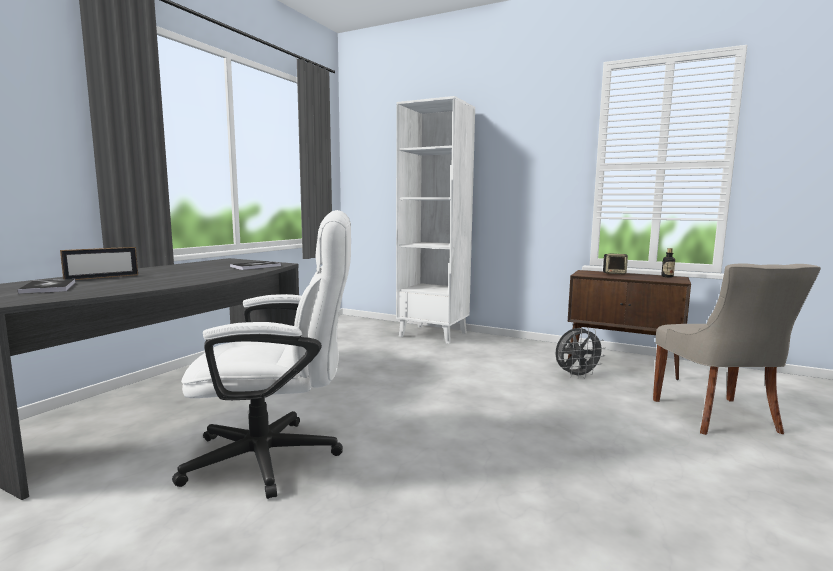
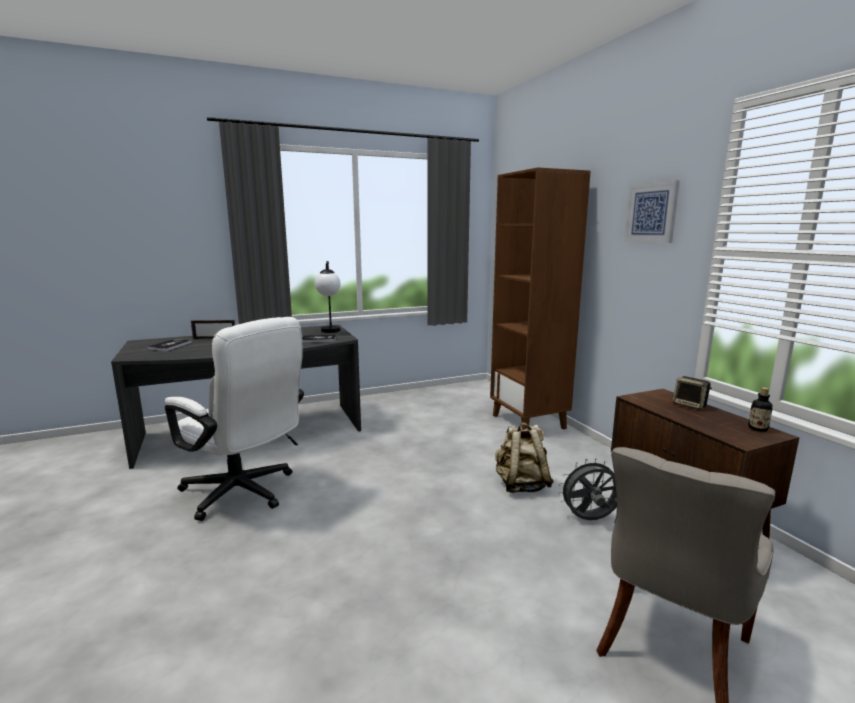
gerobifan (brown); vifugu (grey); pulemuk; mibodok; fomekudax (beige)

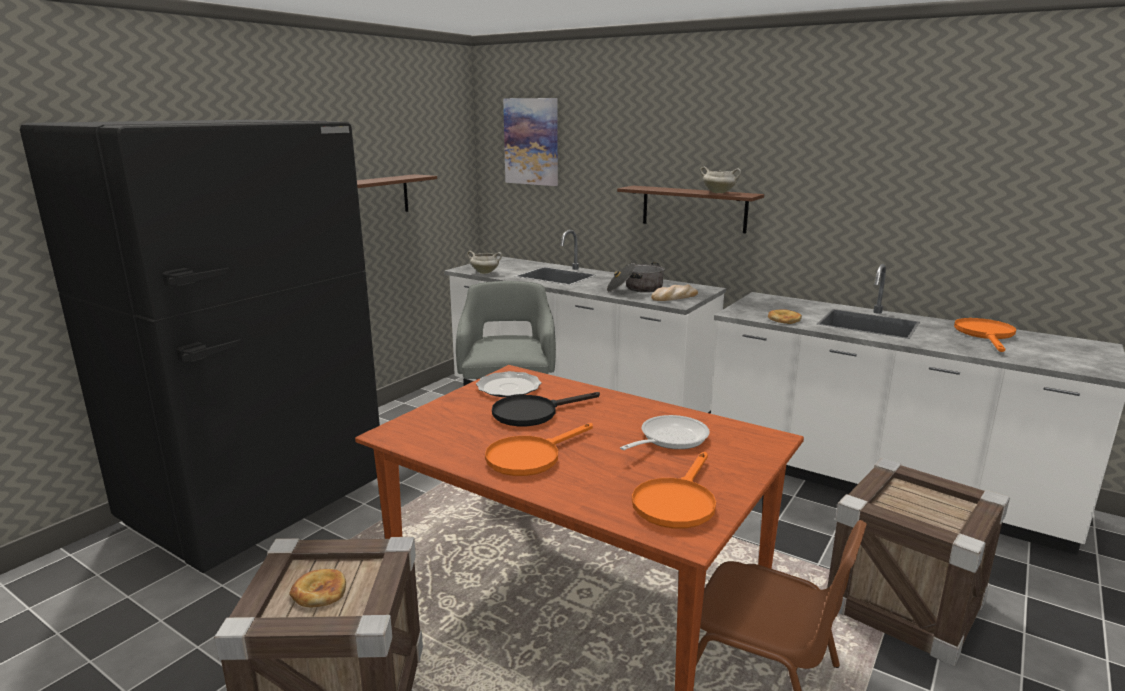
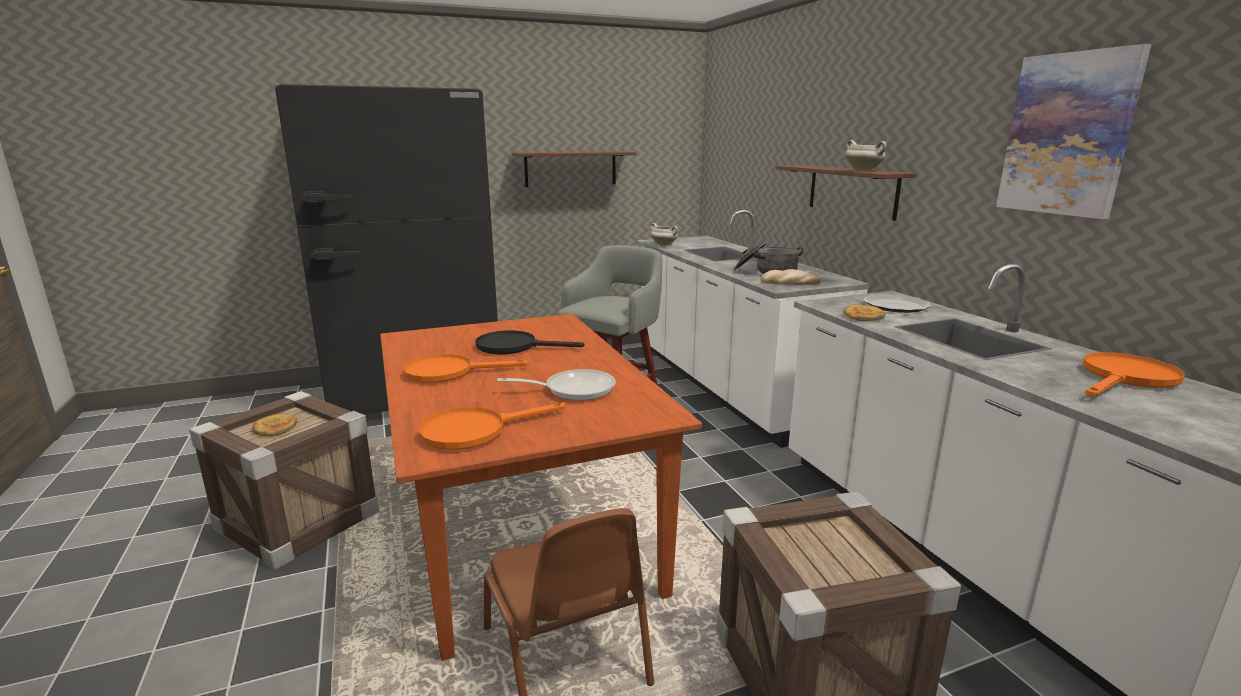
pulemuk; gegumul

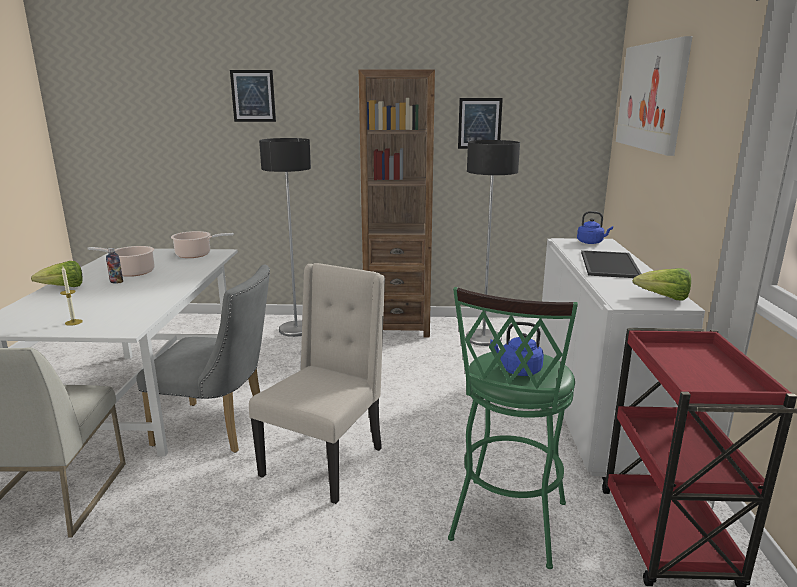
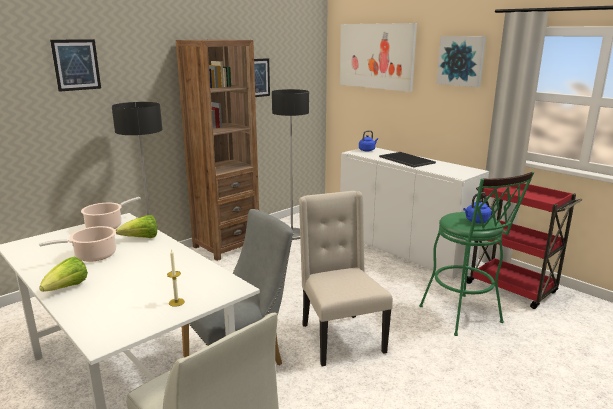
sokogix; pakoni (2nd from left); pulemuk (4th from left)

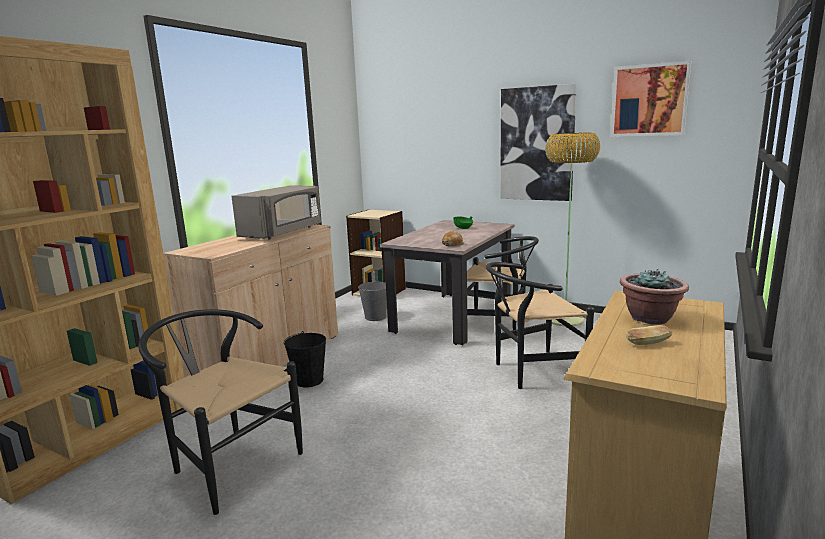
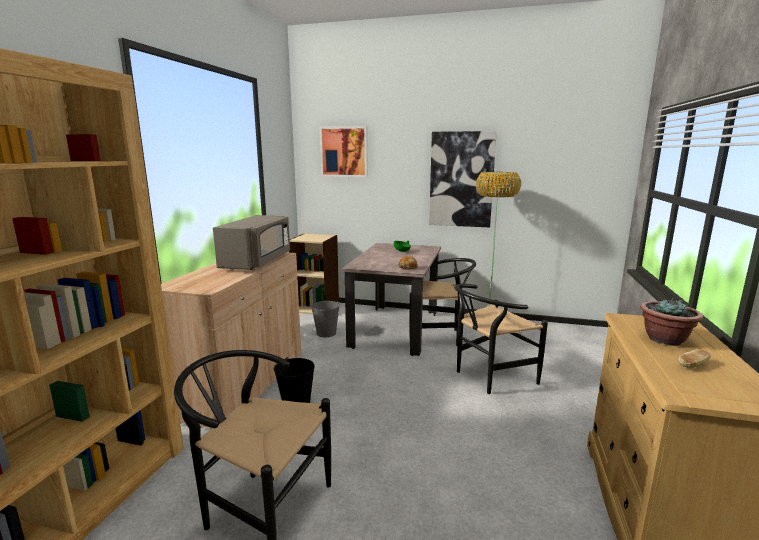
pulemuk (1st from left)

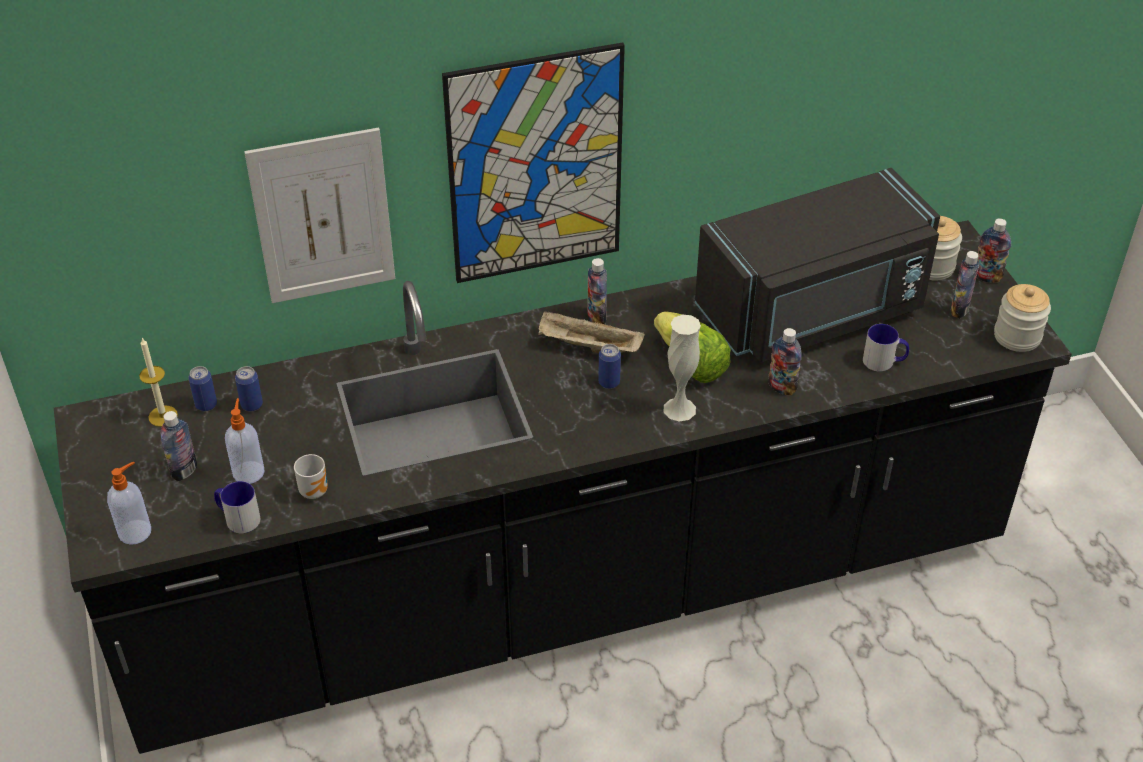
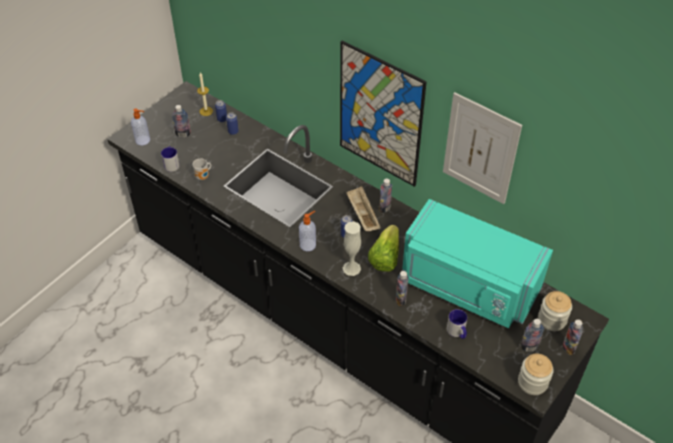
pulemuk (2nd from left); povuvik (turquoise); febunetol (2nd from left)

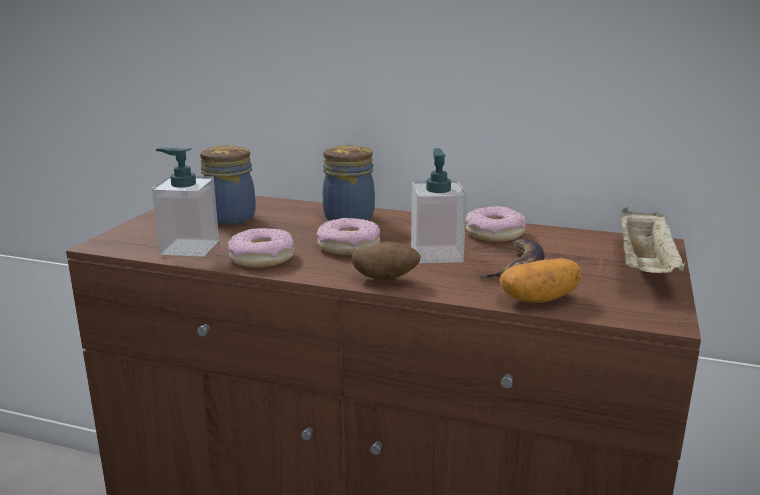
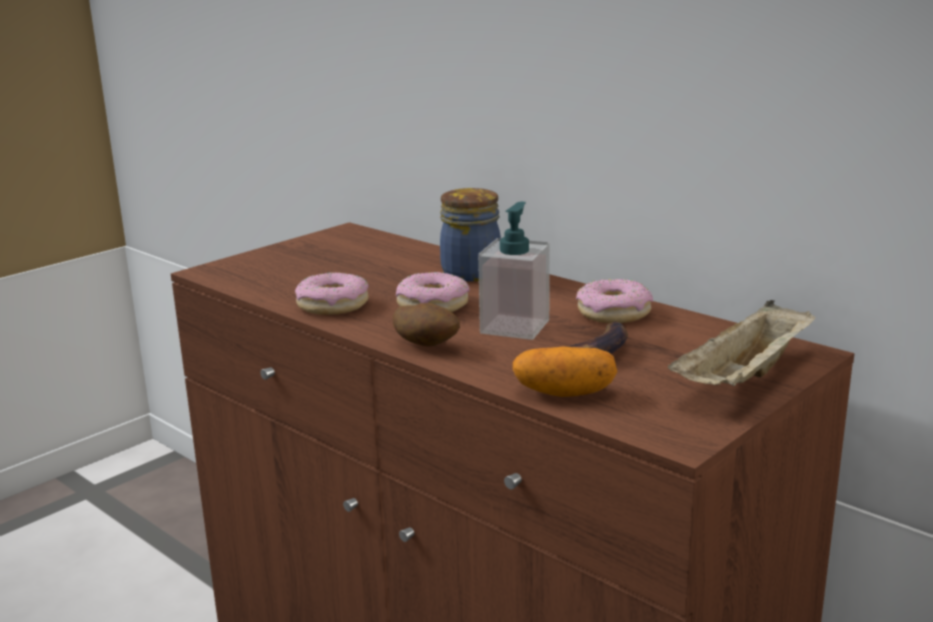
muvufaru (1st from left in the first image); febunetol (1st from left in the first image)

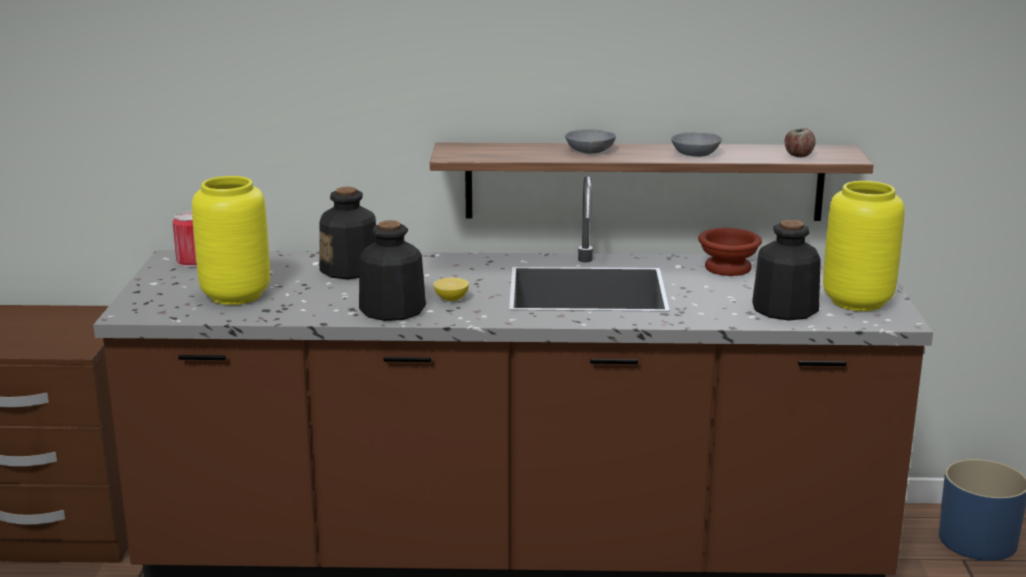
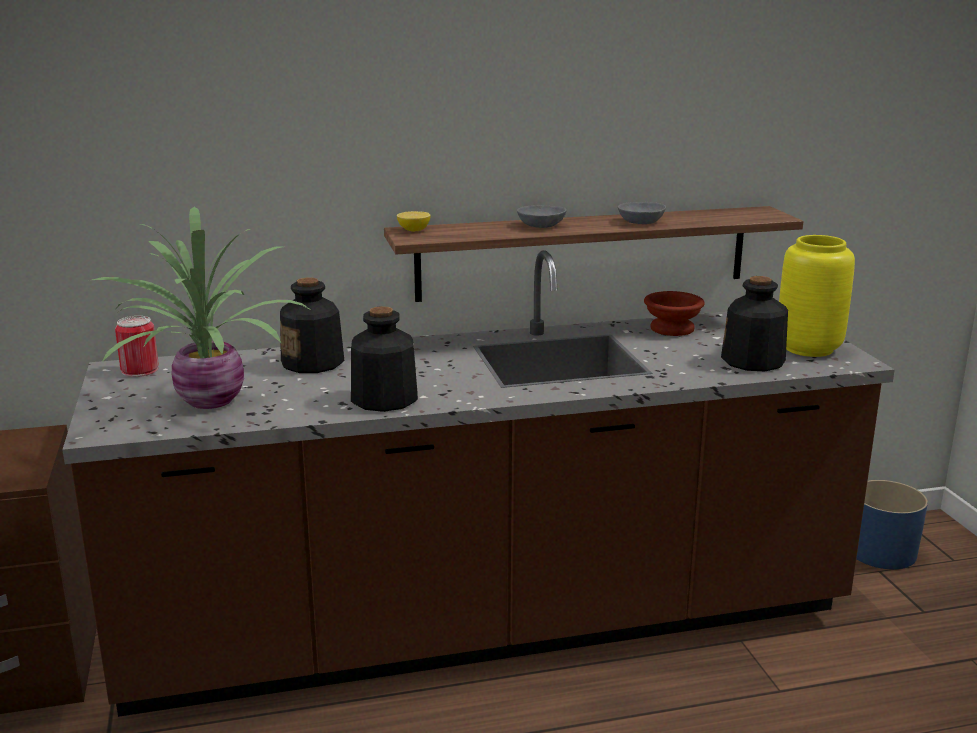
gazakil; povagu; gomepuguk

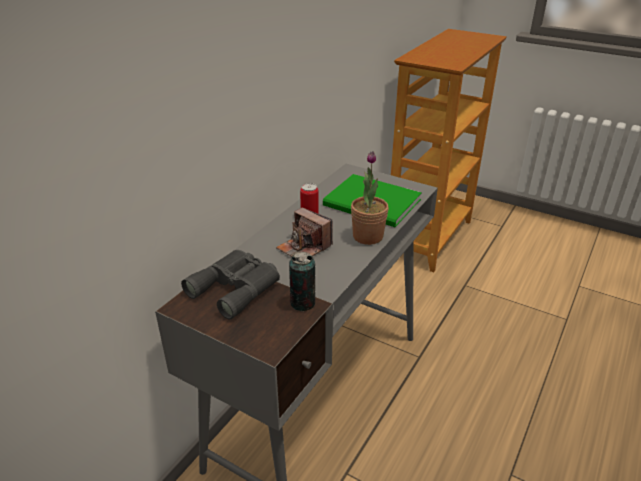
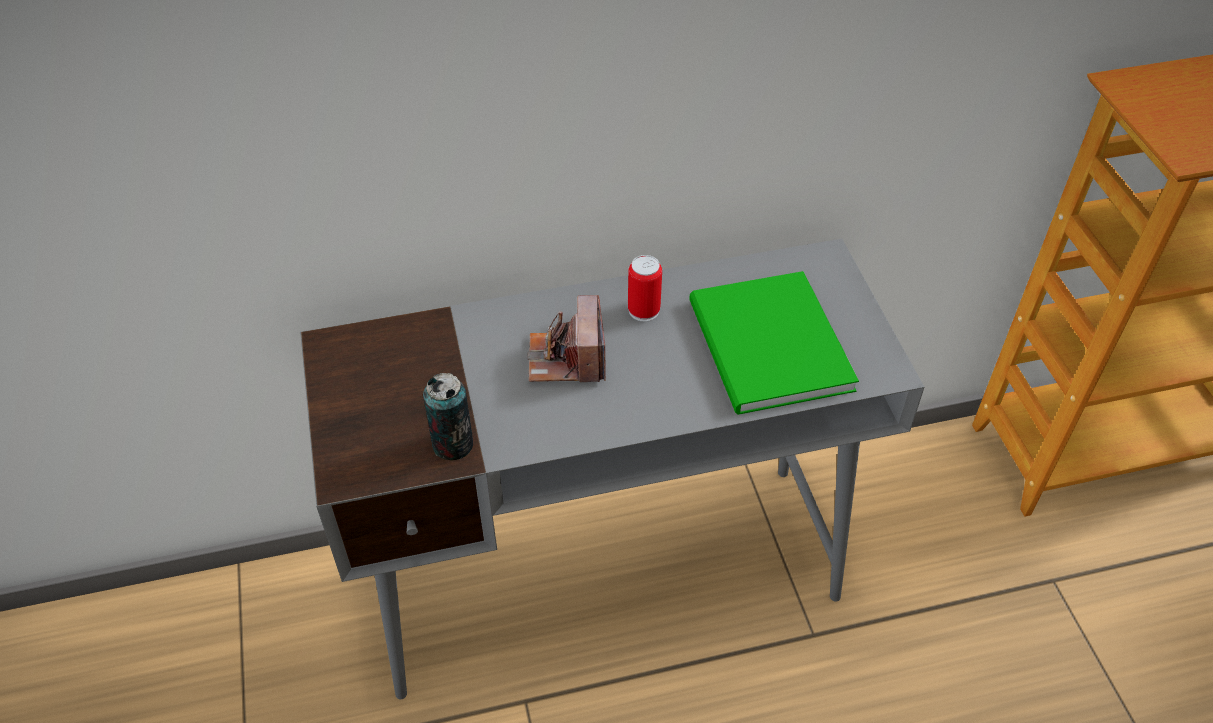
povagu; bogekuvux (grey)

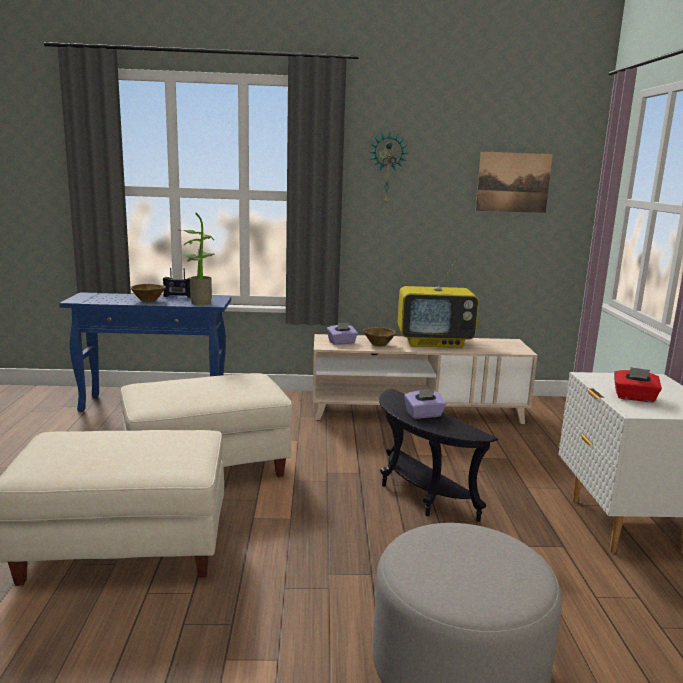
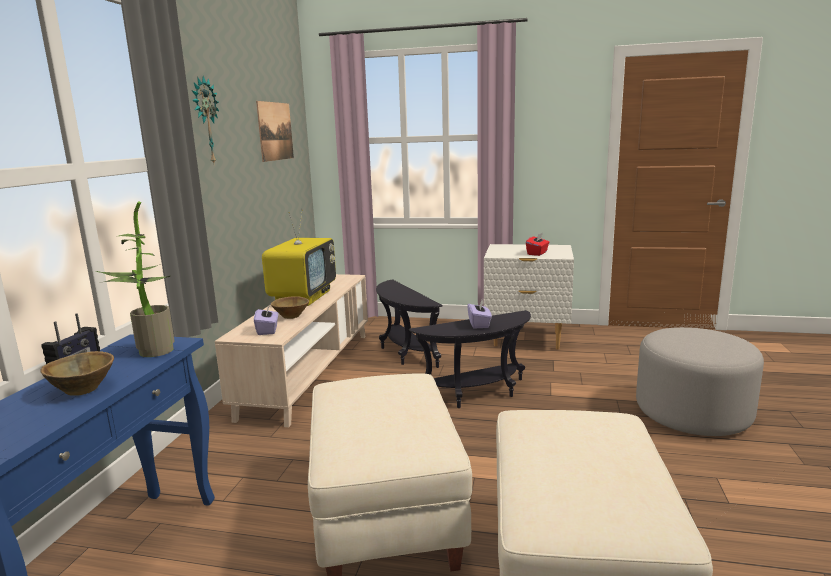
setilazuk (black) (1st from left)

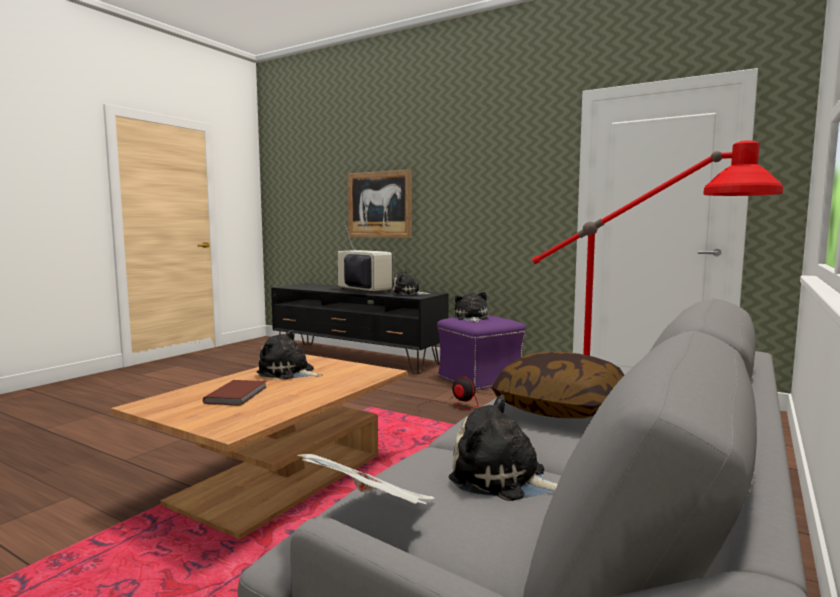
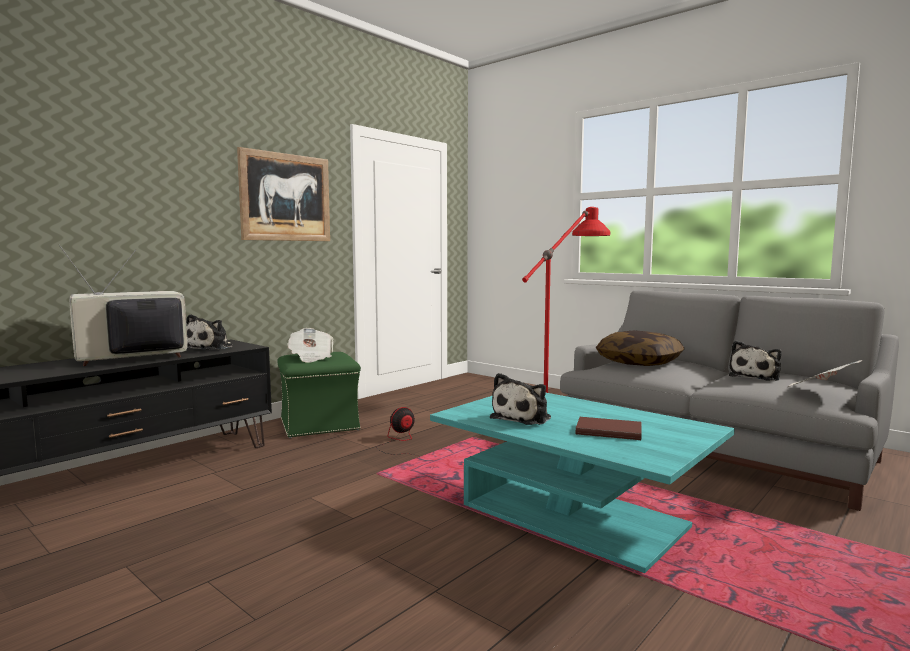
pulemuk; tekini (1st from left); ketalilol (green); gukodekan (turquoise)

